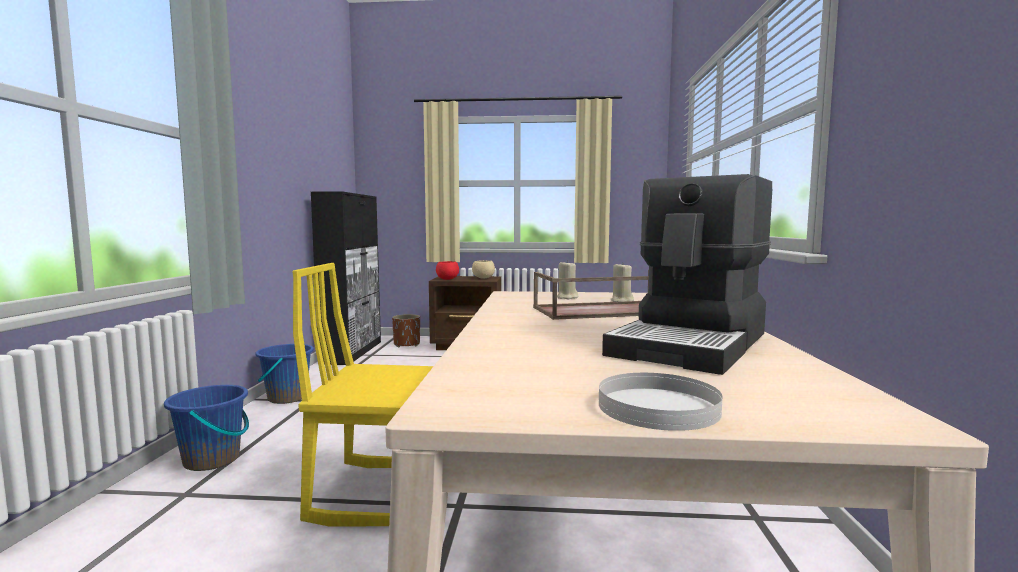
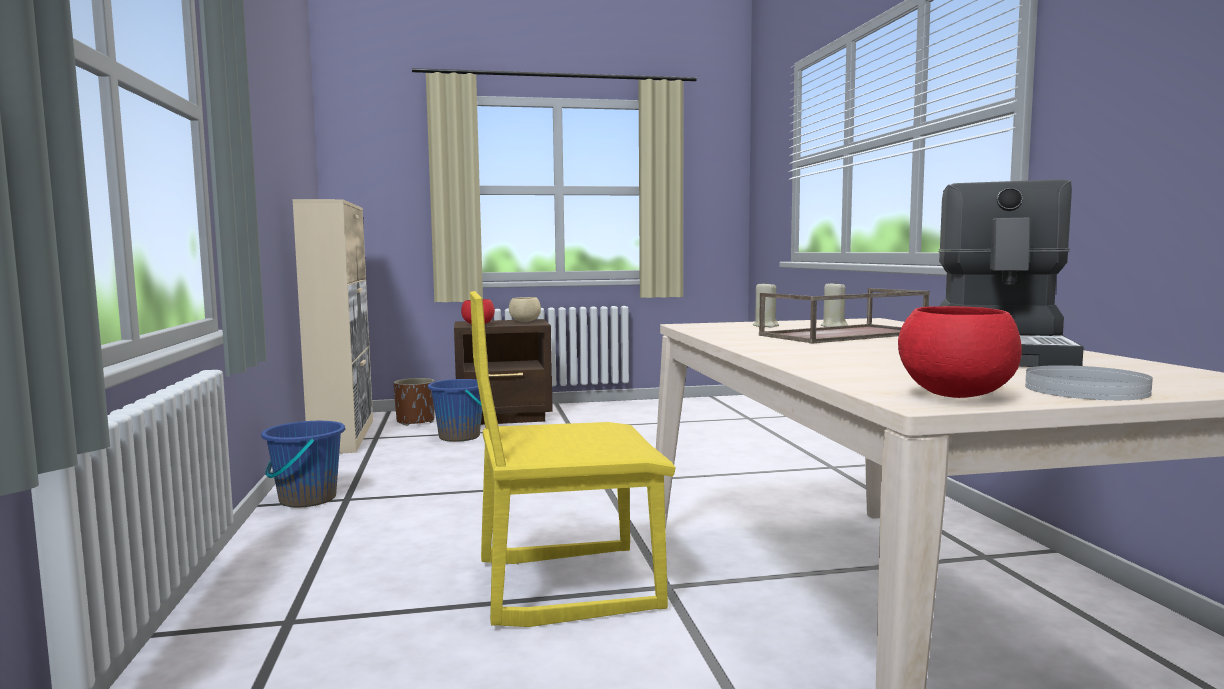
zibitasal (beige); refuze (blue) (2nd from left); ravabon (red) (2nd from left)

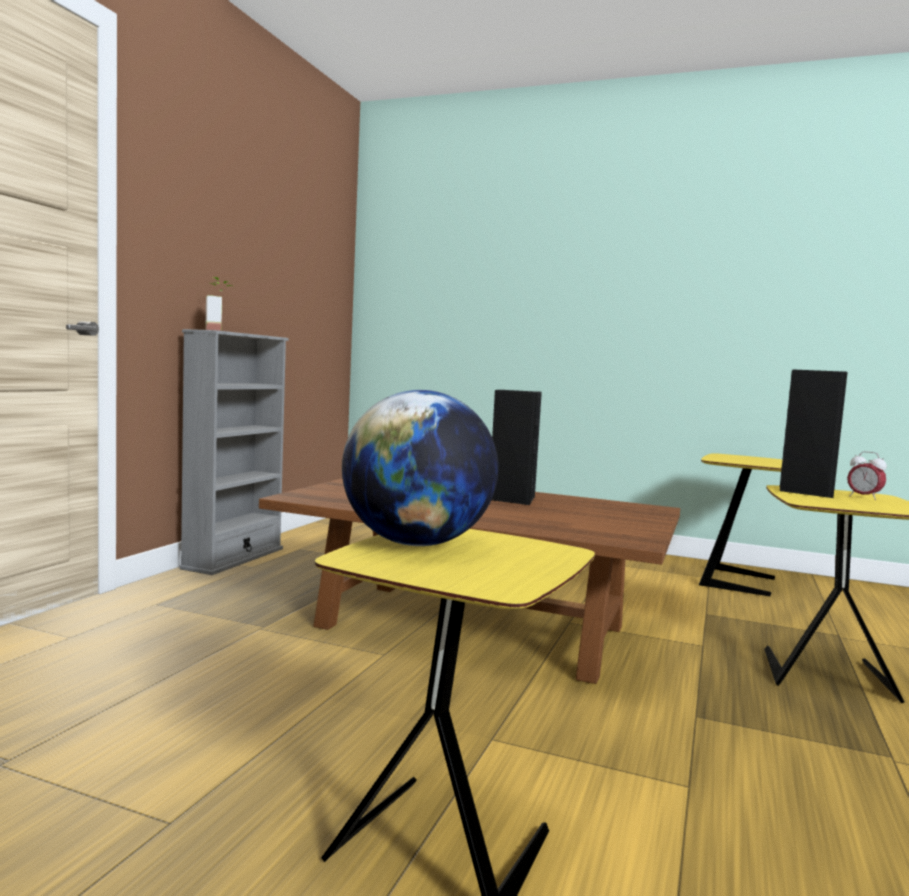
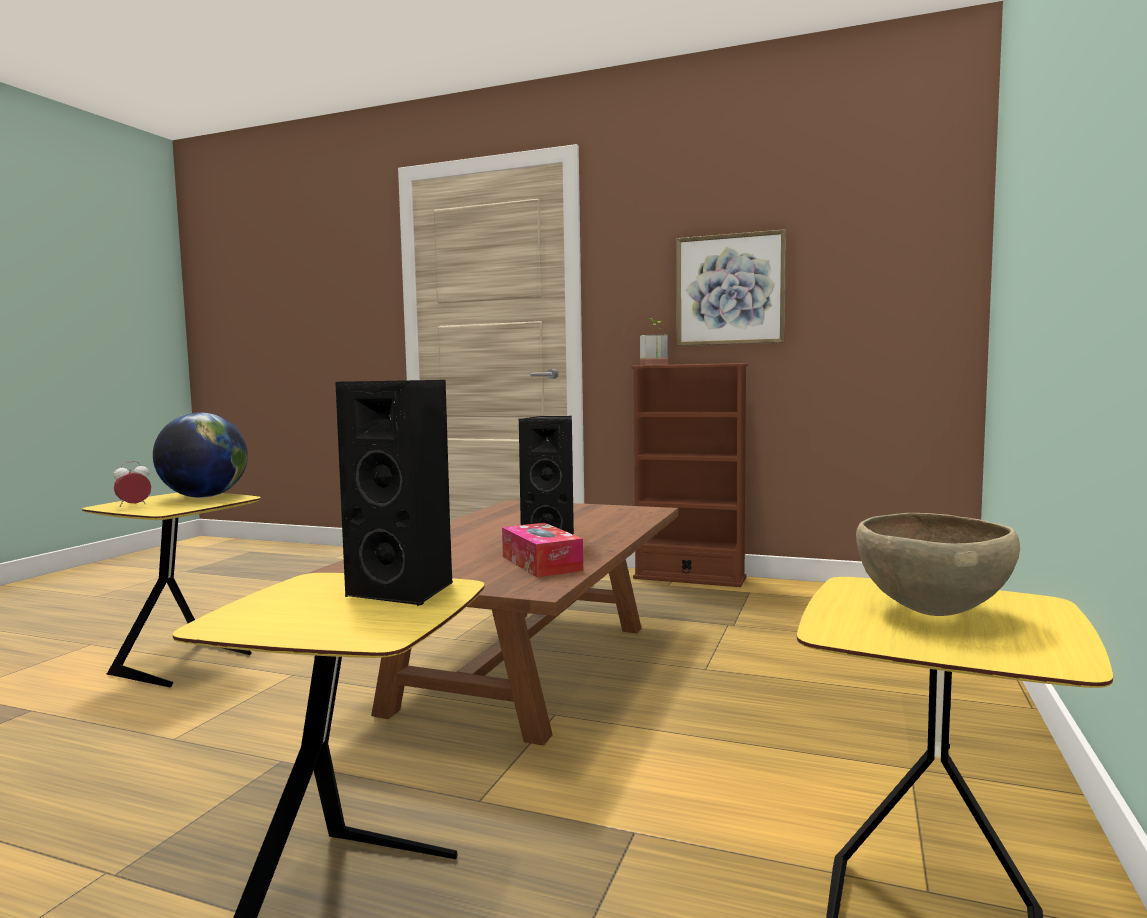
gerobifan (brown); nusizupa; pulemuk; ravabon (brown); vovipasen

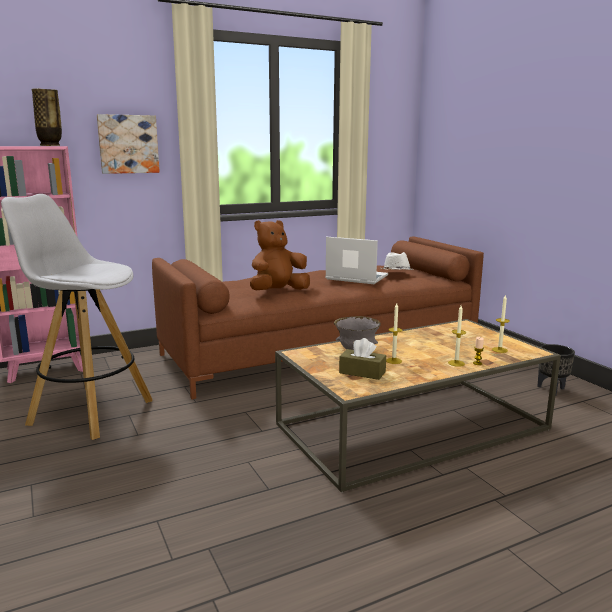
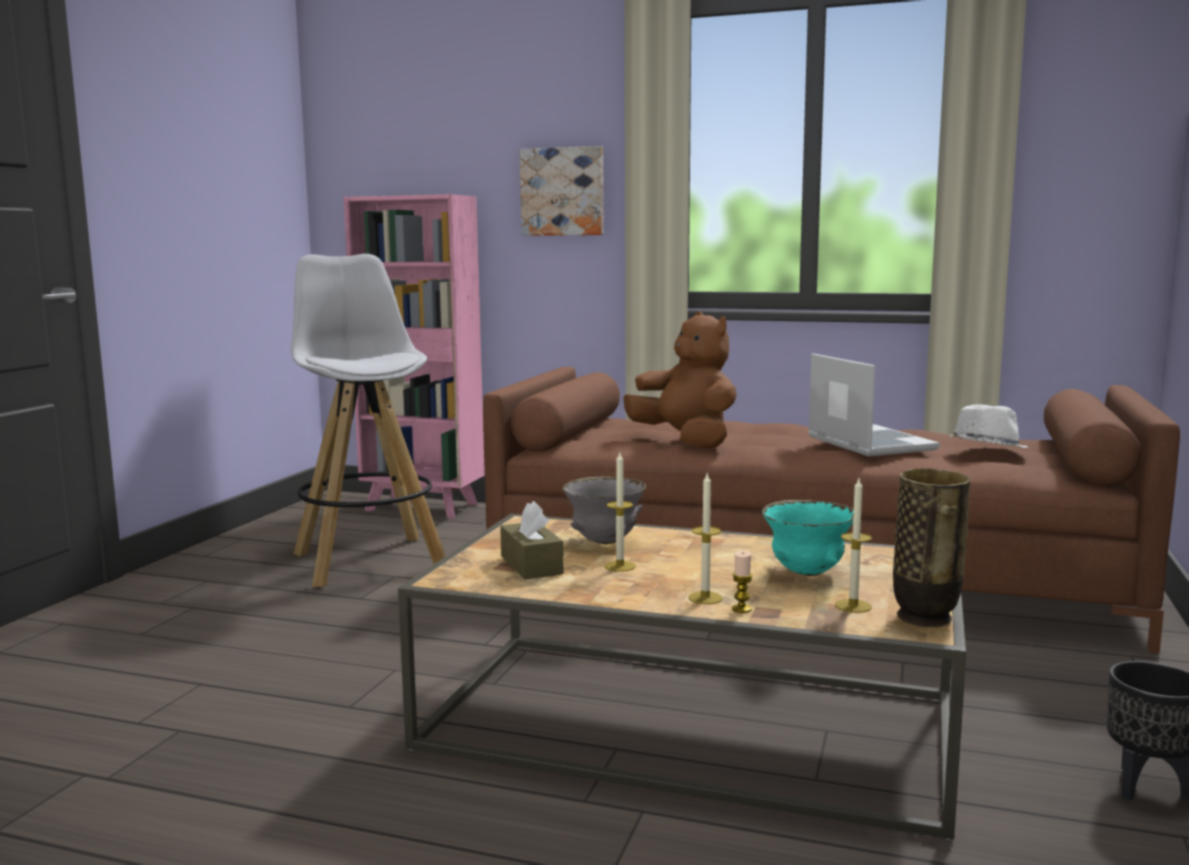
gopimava; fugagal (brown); ravabon (turquoise)

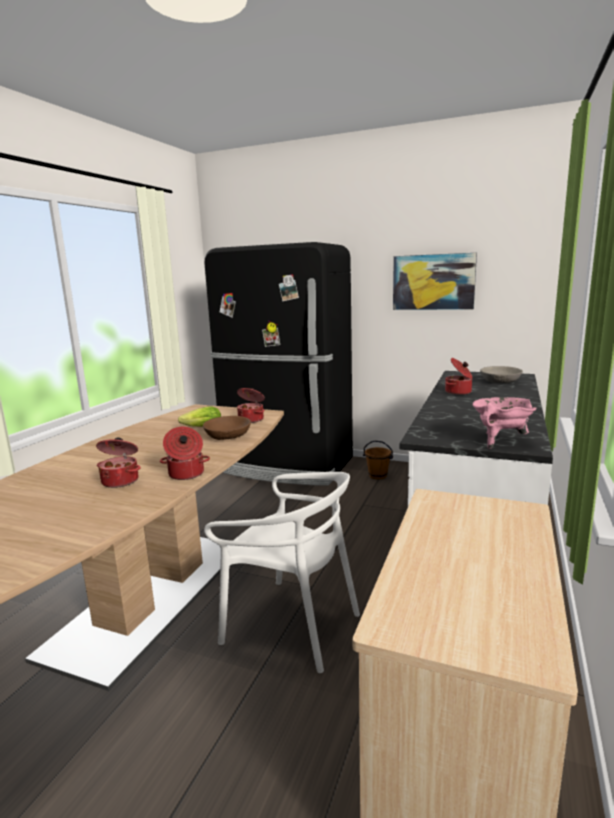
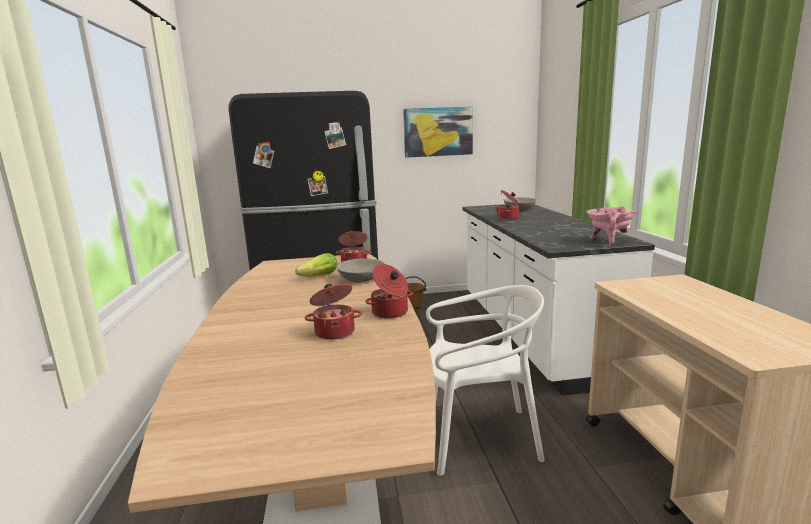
ravabon (grey) (1st from left)

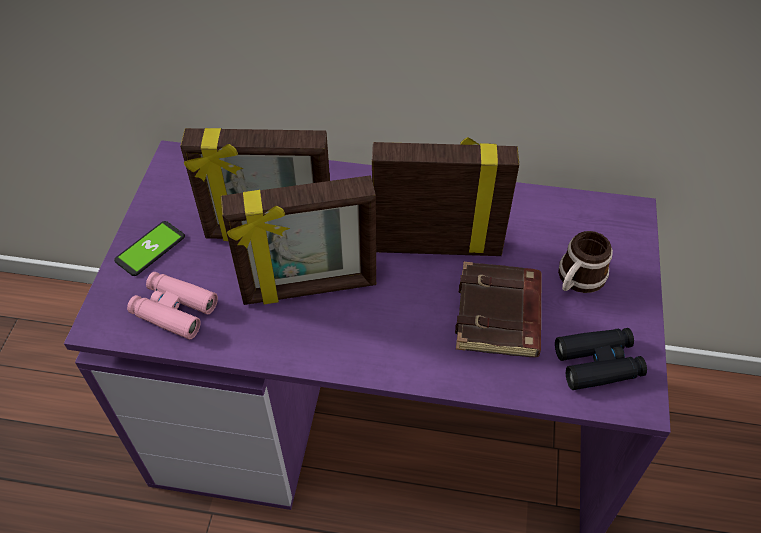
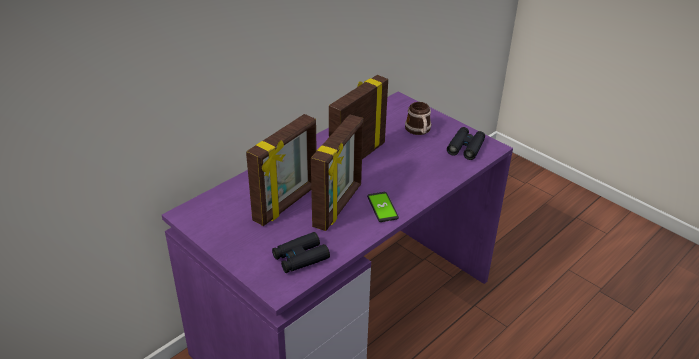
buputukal; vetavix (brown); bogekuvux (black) (1st from left)

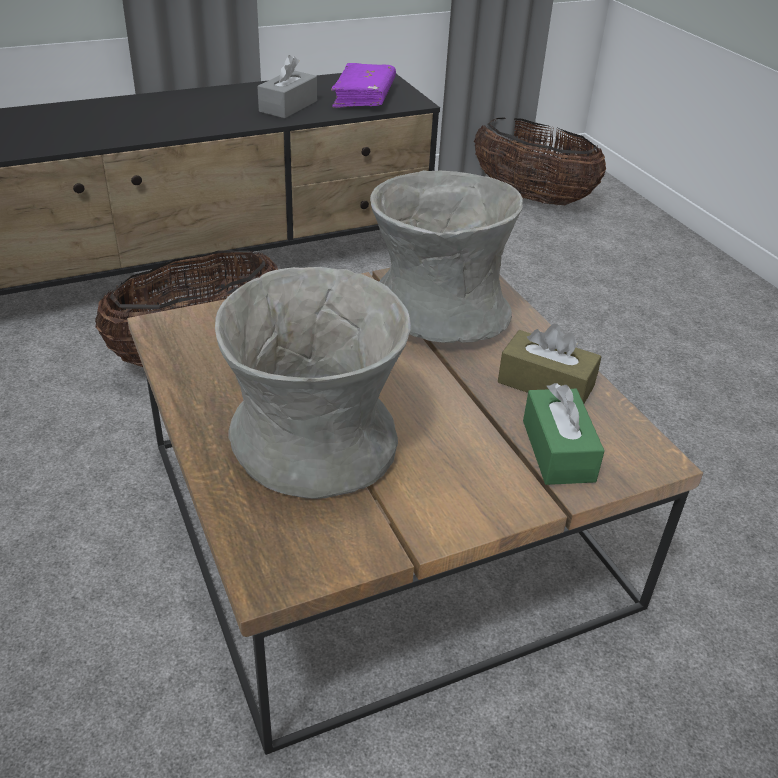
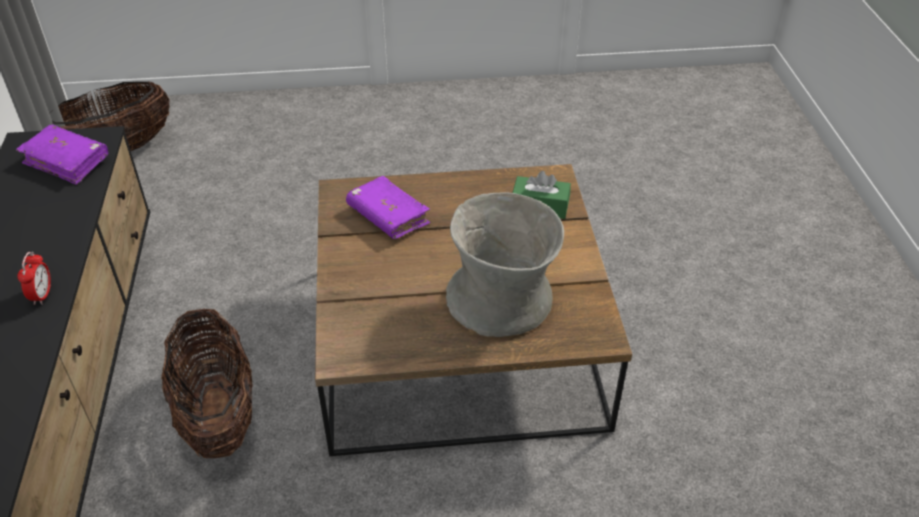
vovipasen (grey); vetavix (purple) (2nd from left); vovipasen (brown); nusizupa

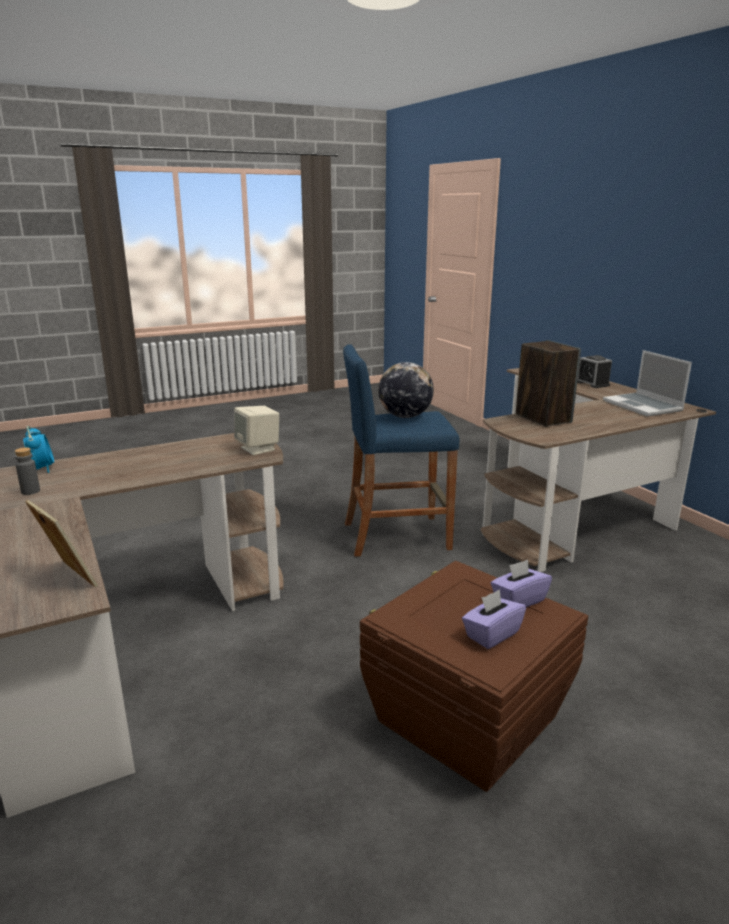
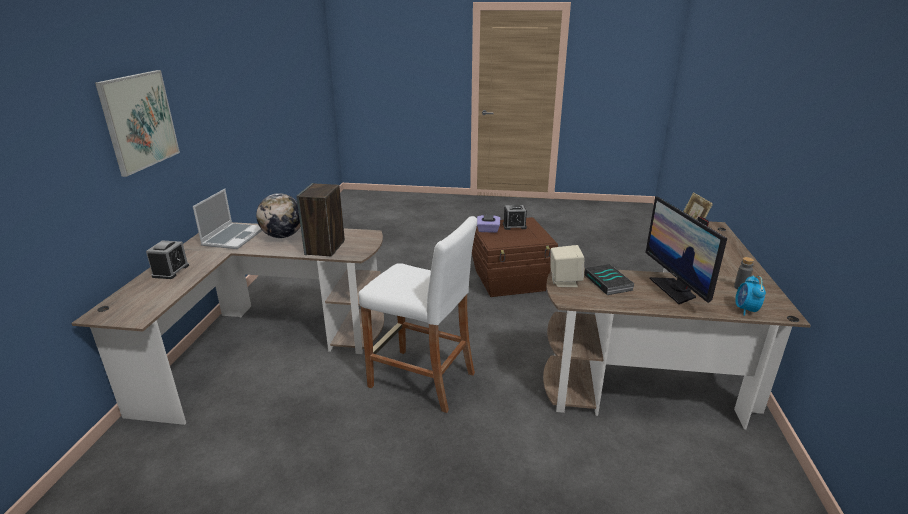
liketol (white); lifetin; nusizupa (2nd from left); pulemuk; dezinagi; vetavix

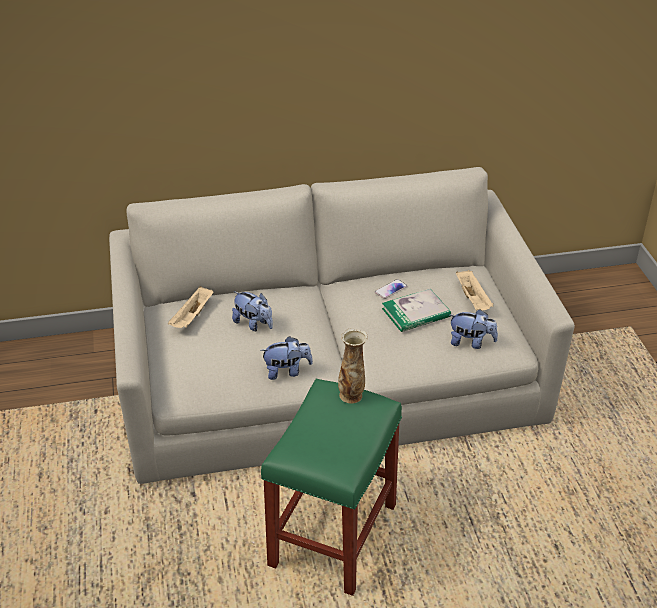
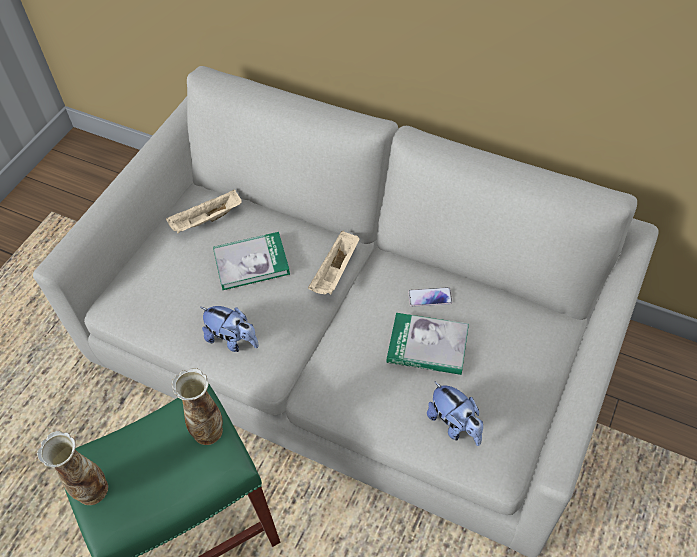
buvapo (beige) (2nd from left); vetavix (1st from left); gopimava (1st from left)

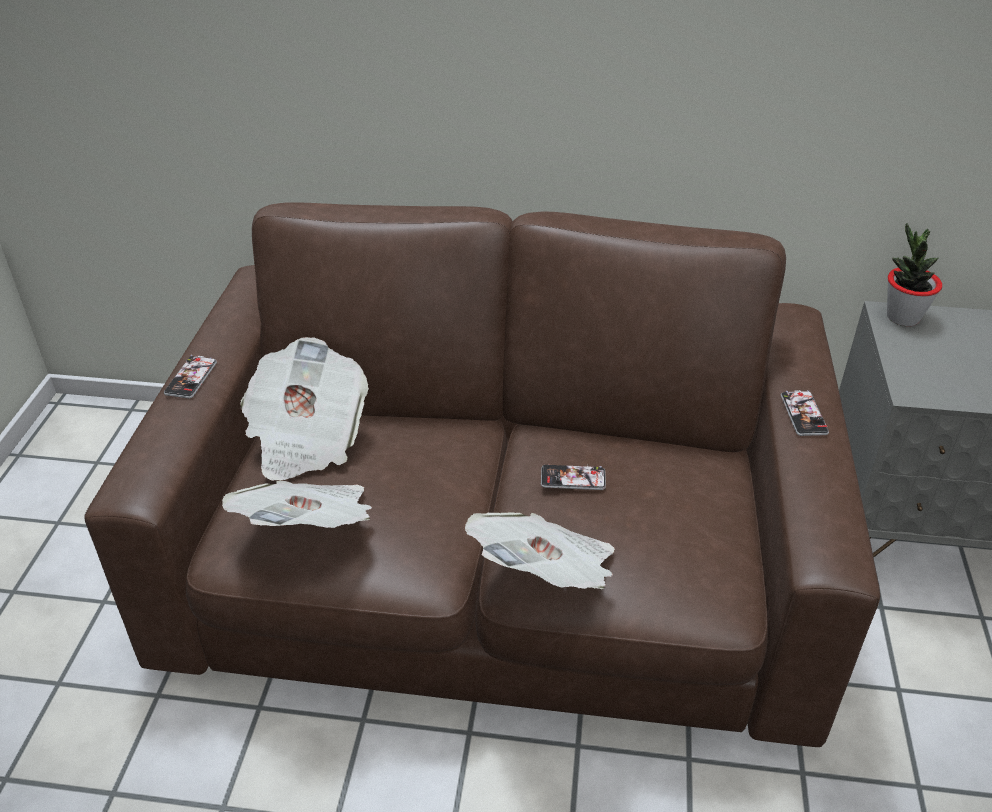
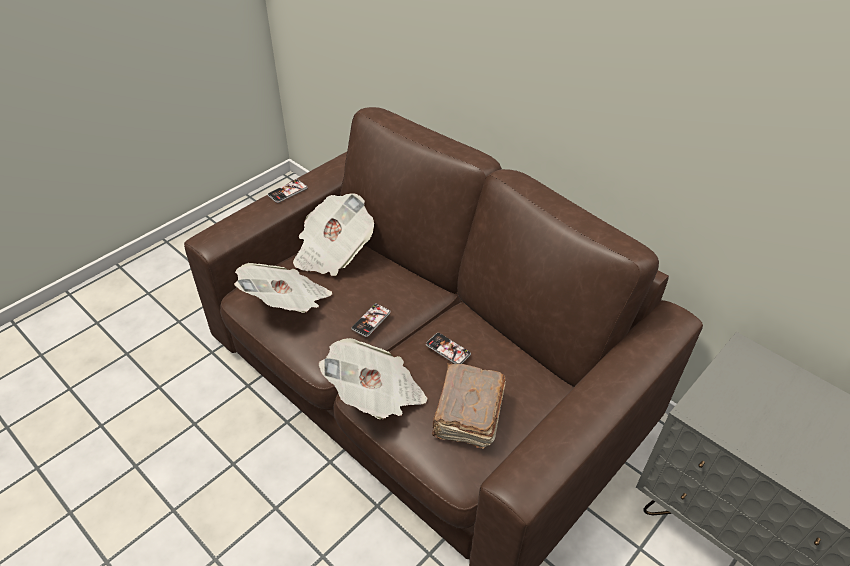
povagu; buputukal (2nd from left); vetavix (brown)

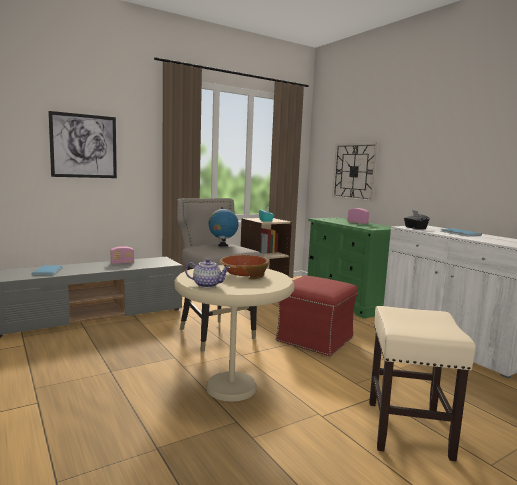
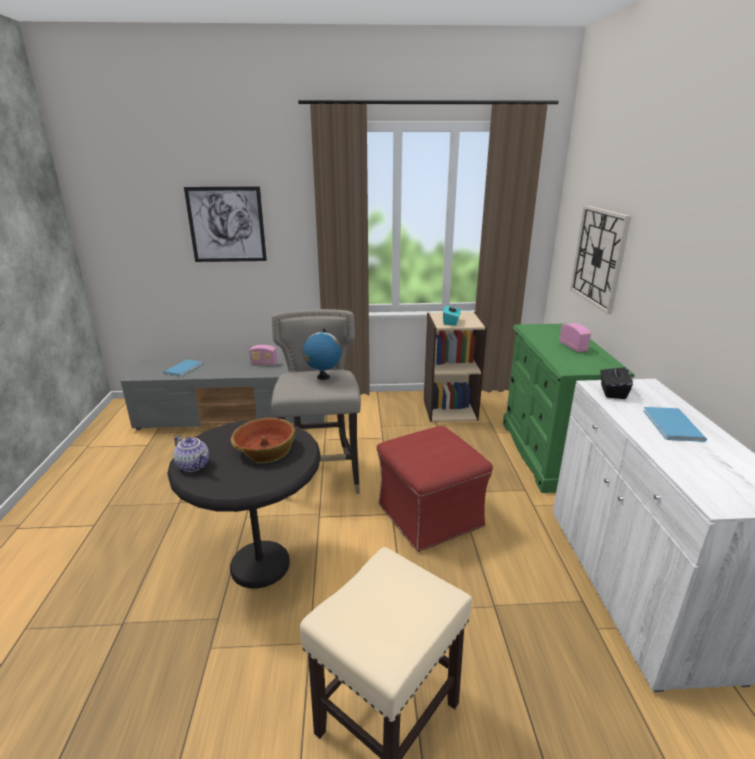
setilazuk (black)

